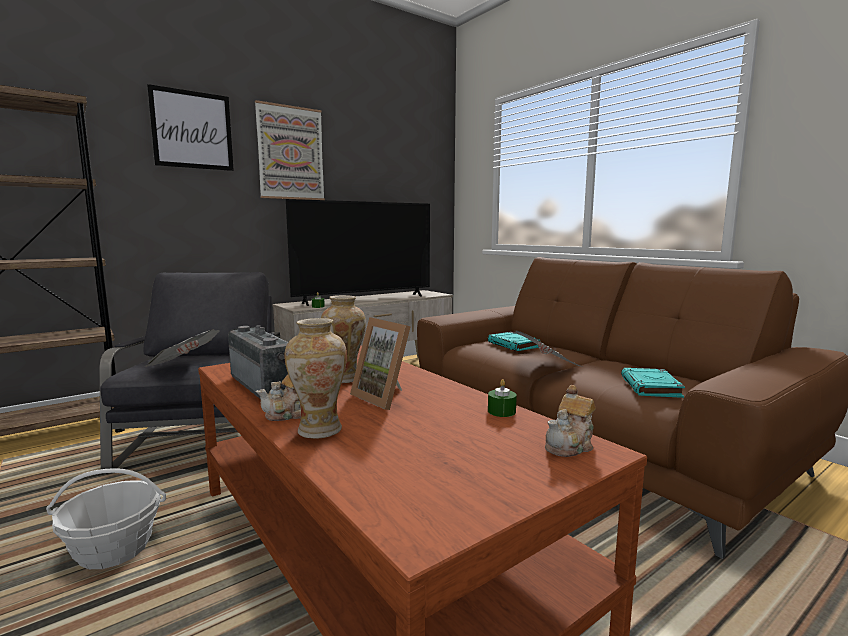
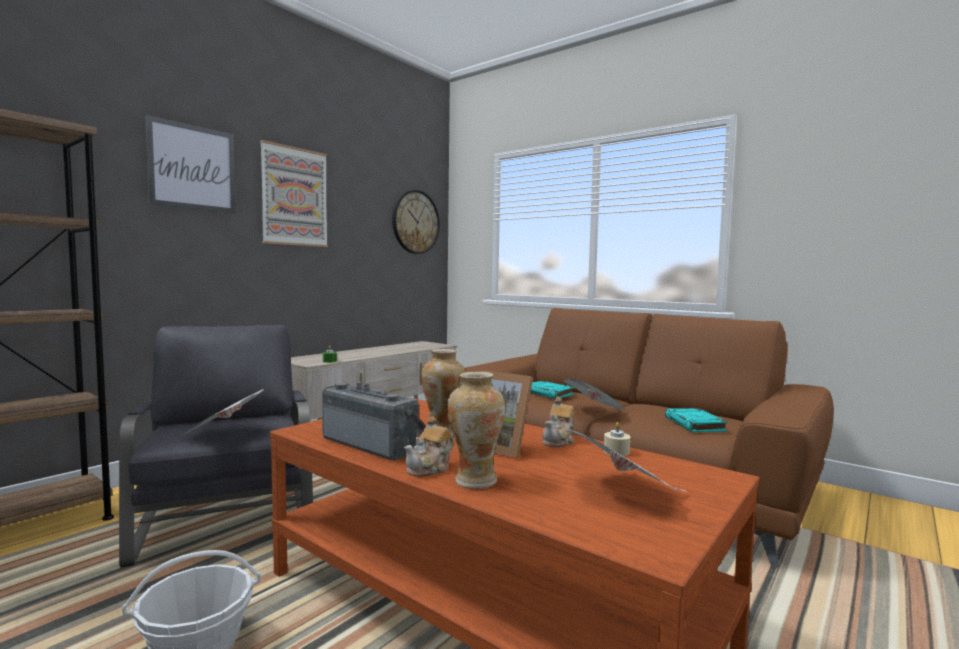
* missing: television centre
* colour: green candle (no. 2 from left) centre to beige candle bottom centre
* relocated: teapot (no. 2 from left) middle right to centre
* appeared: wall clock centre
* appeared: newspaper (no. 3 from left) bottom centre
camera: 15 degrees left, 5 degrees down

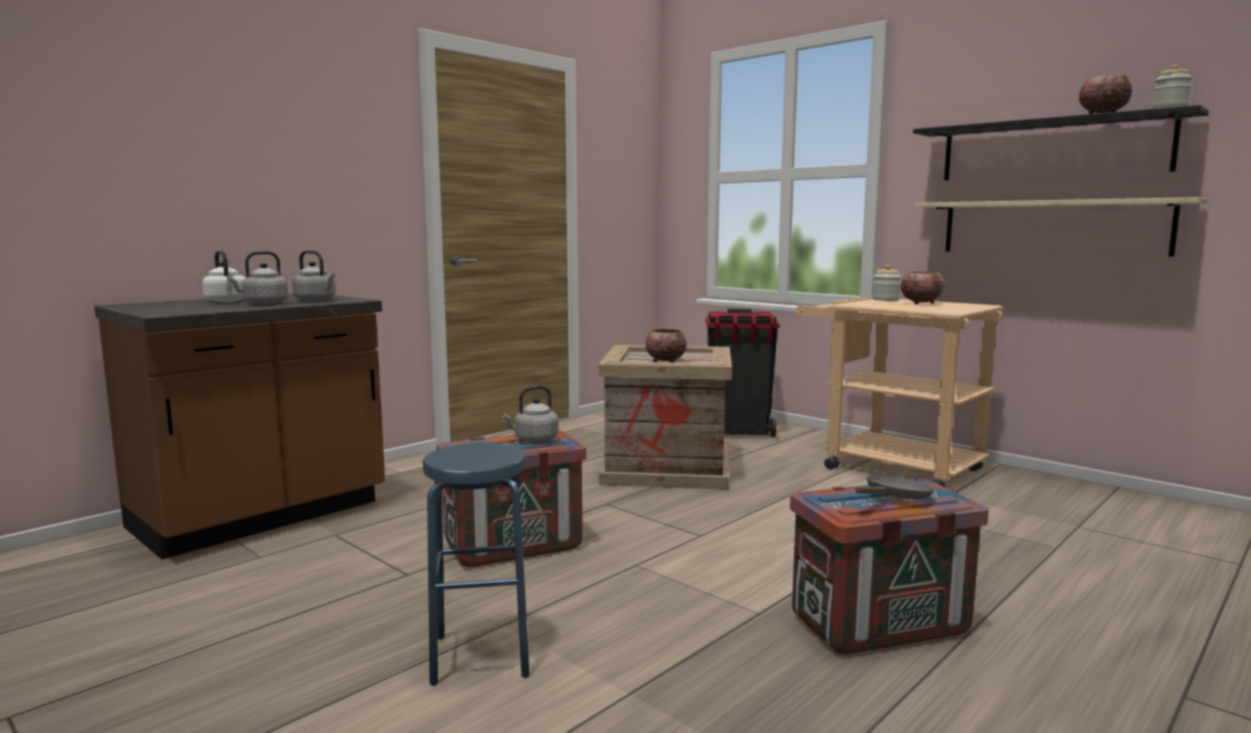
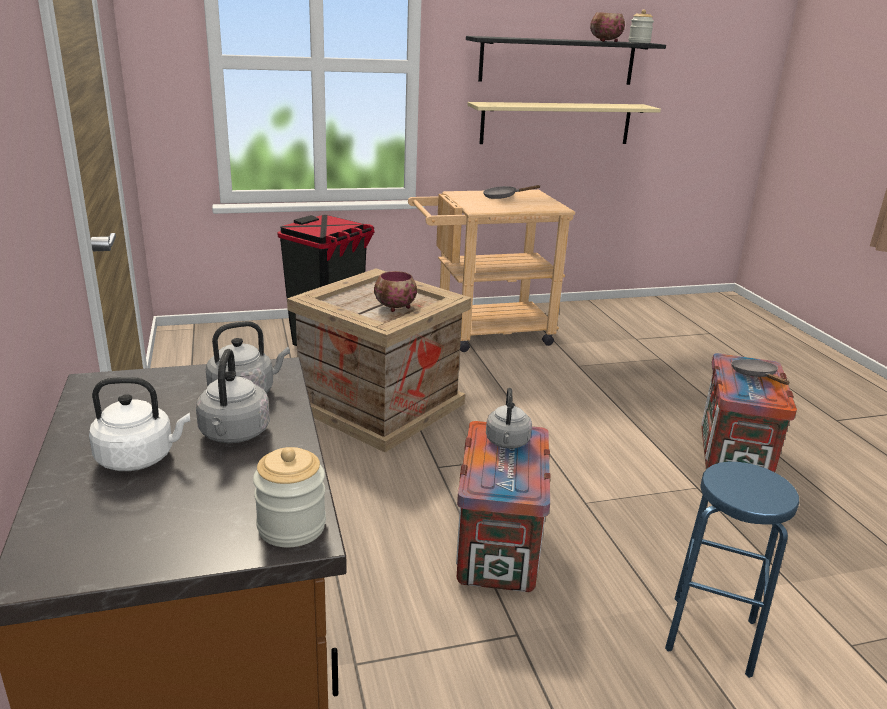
* relocated: jar (no. 1 from left) middle right to bottom left
* exchanged: bowl (no. 2 from left) middle right to grey frying pan (no. 1 from left) top centre
camera: 60 degrees left, 15 degrees up

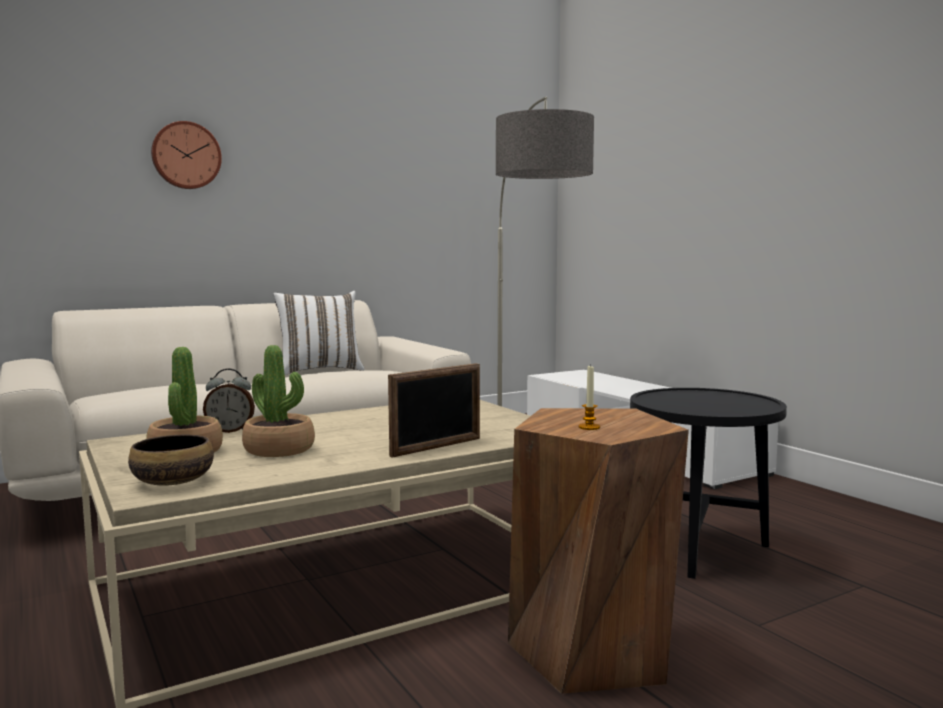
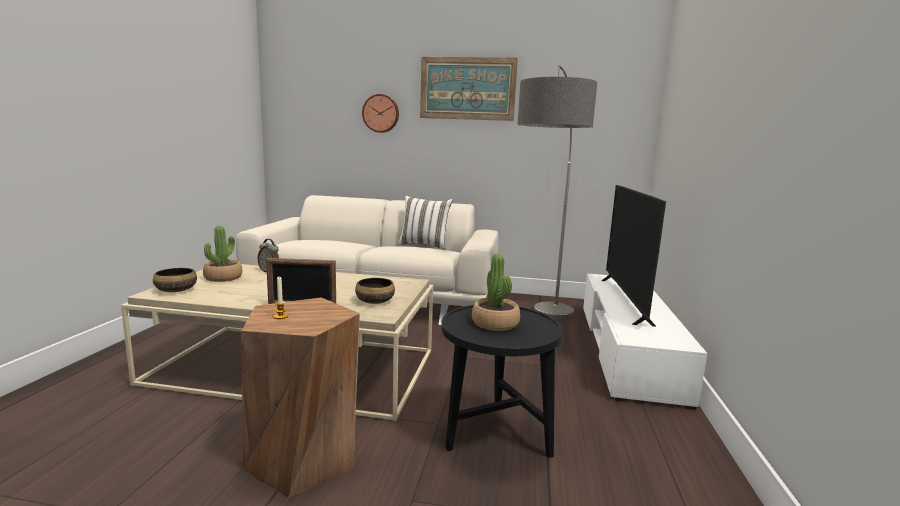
* relocated: potted plant (no. 2 from left) middle left to centre
* appeared: bowl (no. 2 from left) centre
* appeared: picture top centre
* appeared: television middle right
camera: 40 degrees right, 5 degrees up

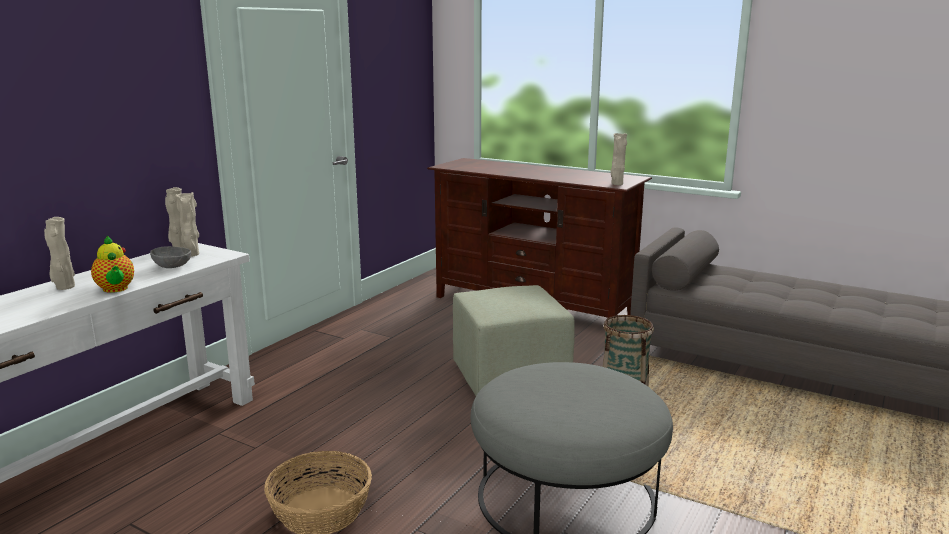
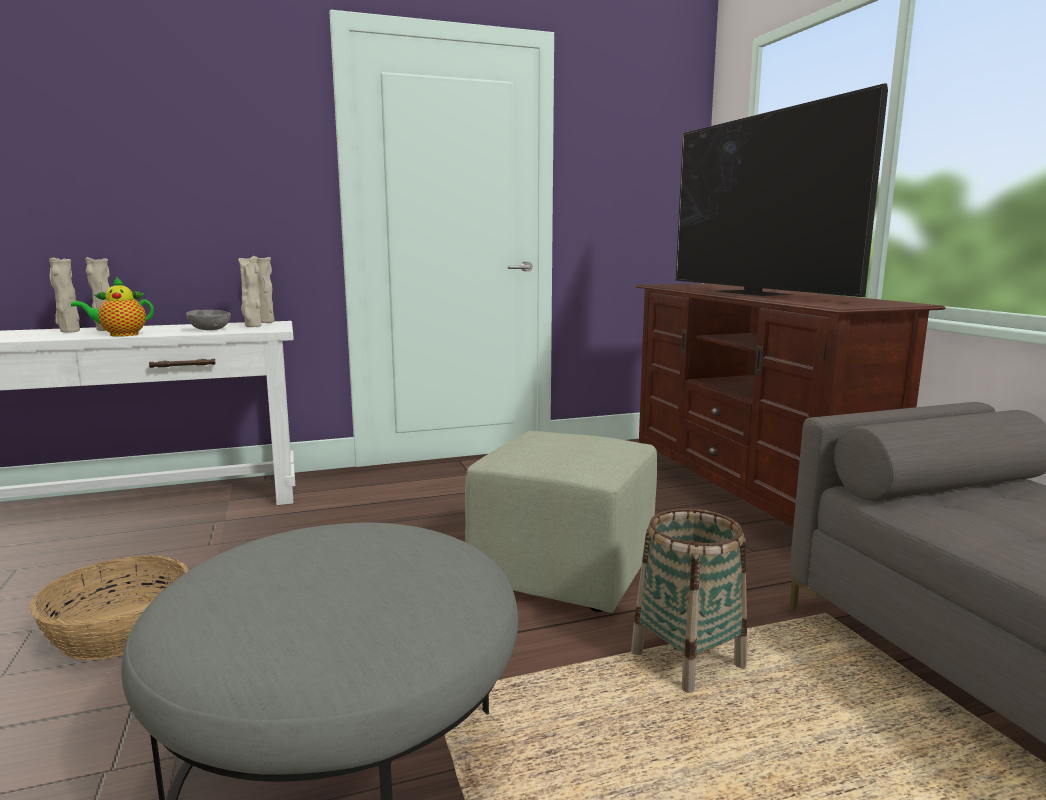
* spun: teapot middle left = middle left 60 degrees clockwise
* relocated: beige vase (no. 4 from left in the first image) top centre to beige vase (no. 1 from left) middle left
* appeared: television top right
camera: 40 degrees right, 5 degrees down

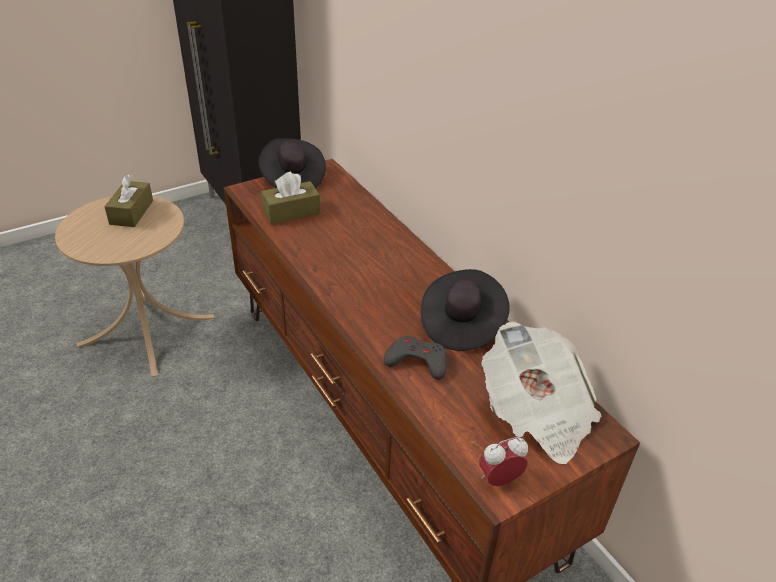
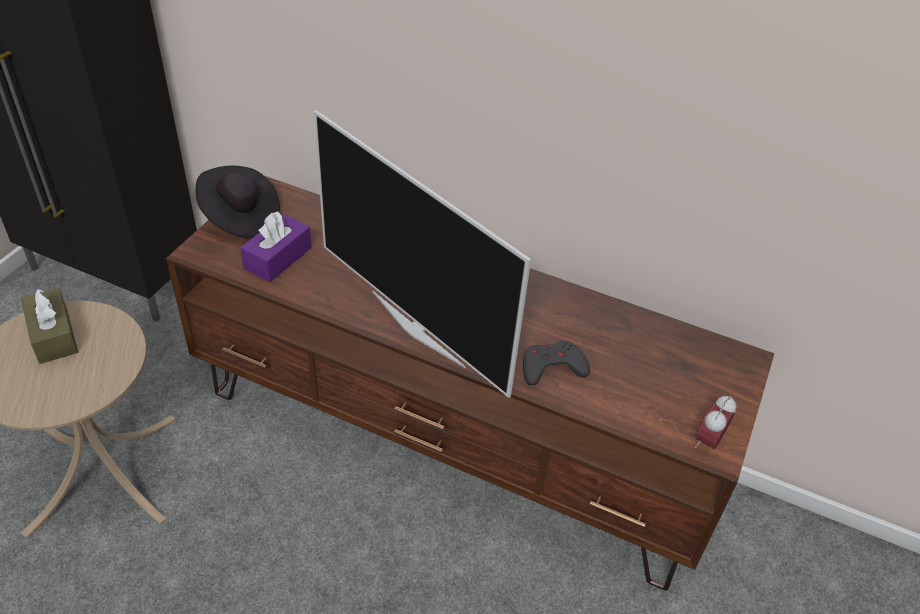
* colour: brown tissue box (no. 2 from left) centre to purple tissue box middle left
* missing: black hat (no. 2 from left) centre
* missing: newspaper bottom right
* appeared: television centre
camera: 35 degrees left, 5 degrees up

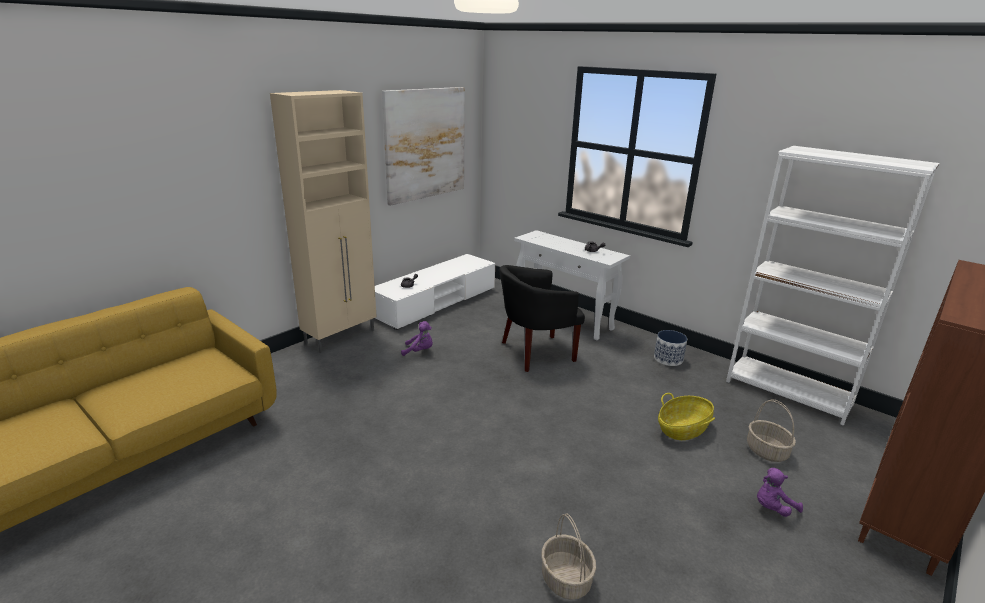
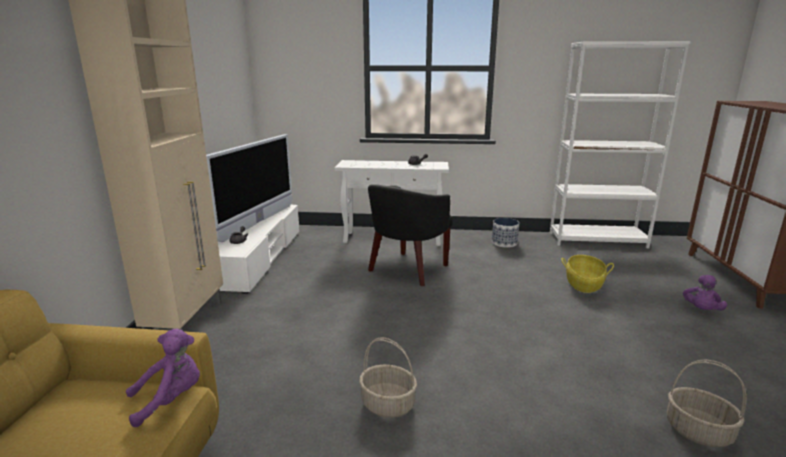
* missing: picture top centre
* relocated: purple plush toy (no. 1 from left) centre to bottom left
* relocated: basket (no. 3 from left in the first image) bottom right to basket (no. 1 from left) bottom centre
* appeared: television middle left
camera: 35 degrees left, 5 degrees down

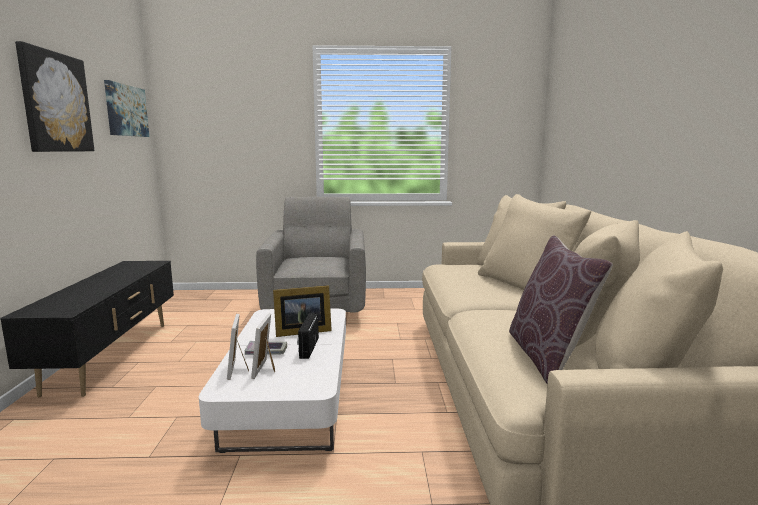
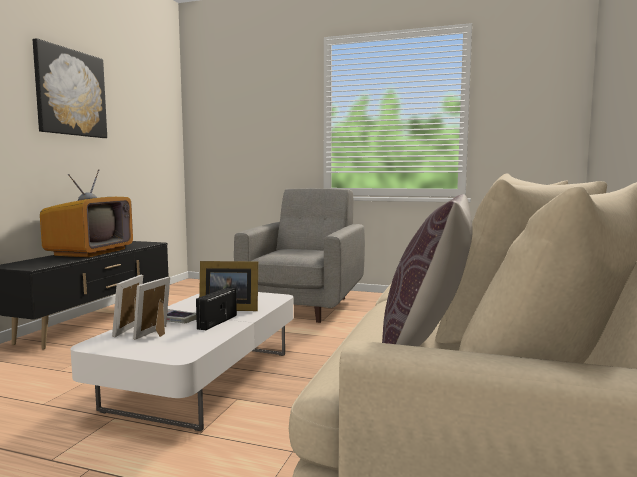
* missing: picture (no. 2 from left) top left
* appeared: television middle left
camera: 20 degrees right, 5 degrees down

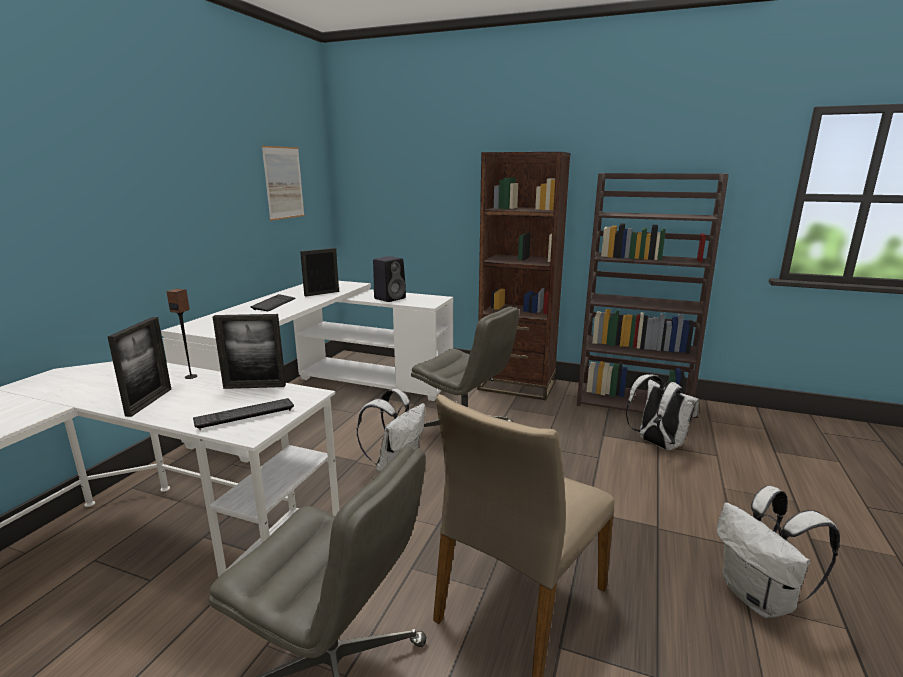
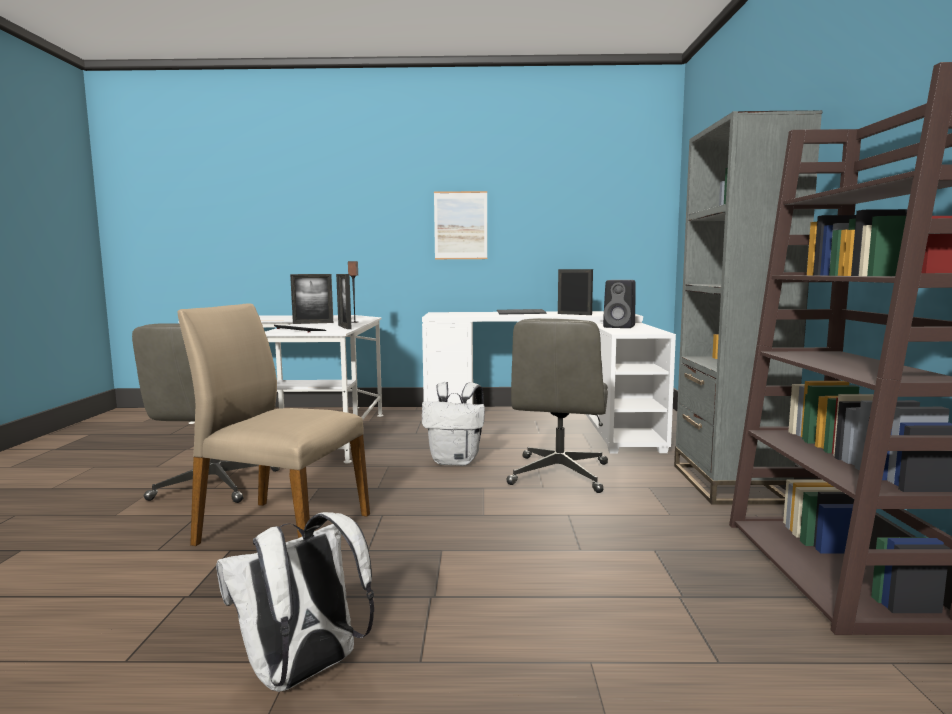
* relocated: picture top left to top centre
* colour: brown bookcase (no. 1 from left) centre to grey bookcase middle right
* missing: white backpack (no. 2 from left) middle right
camera: 70 degrees right, 10 degrees down

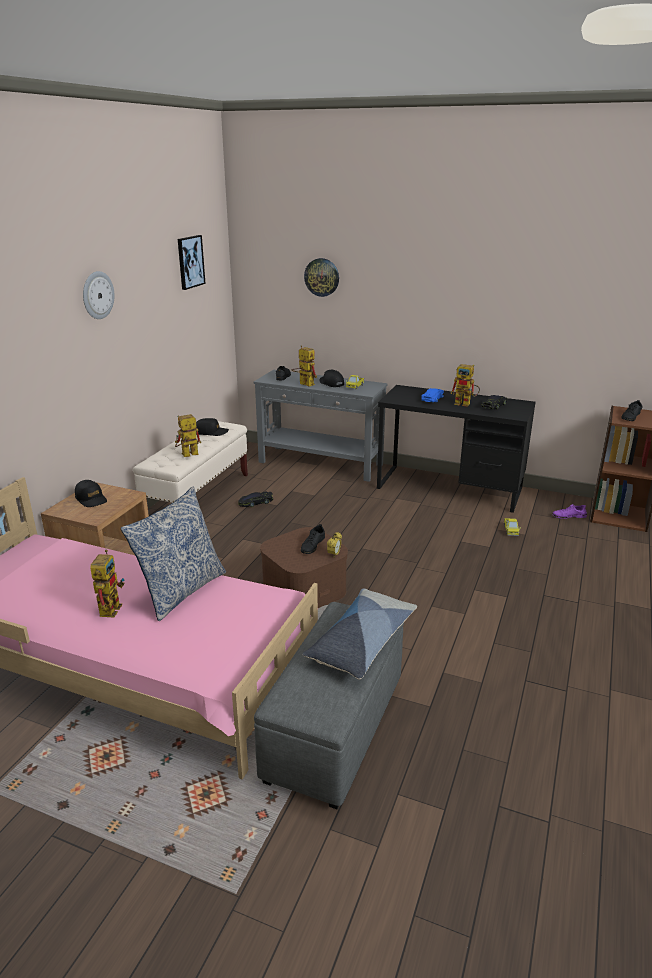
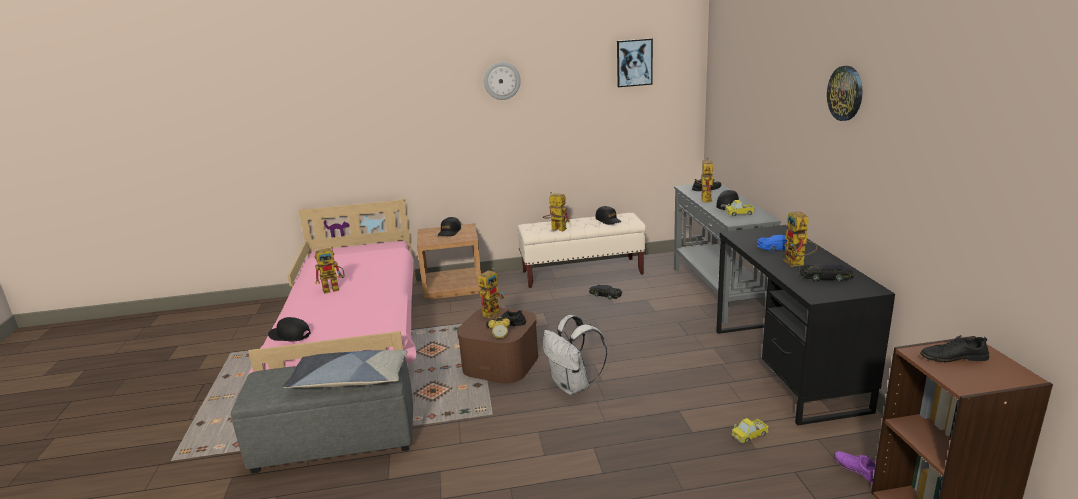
* missing: pillow (no. 1 from left) middle left
* relocated: wall clock (no. 2 from left) top centre to top right
* appeared: black cap (no. 1 from left) middle left
* appeared: toy robot (no. 2 from left) centre
* appeared: white backpack bottom centre
camera: 60 degrees right, 5 degrees down

